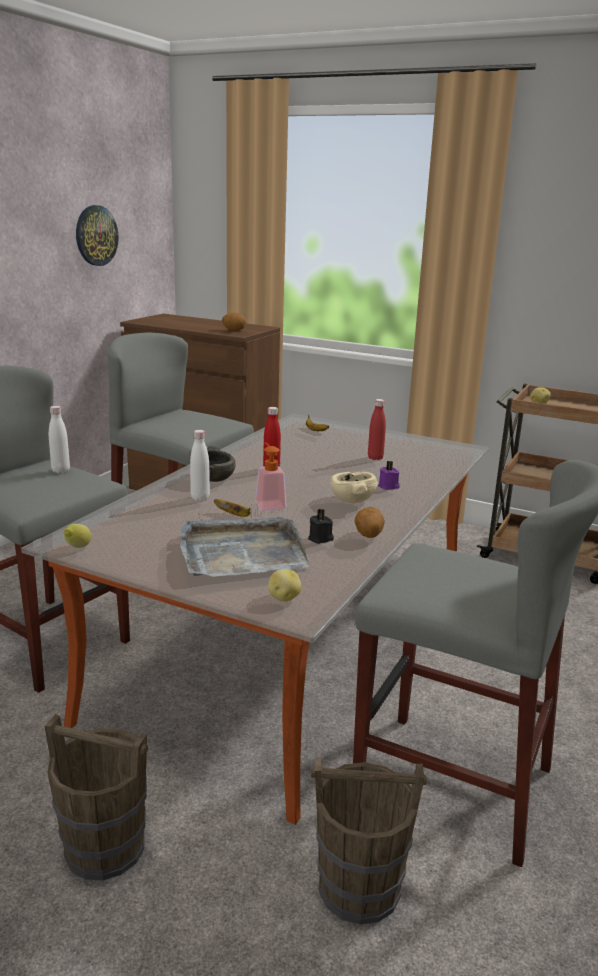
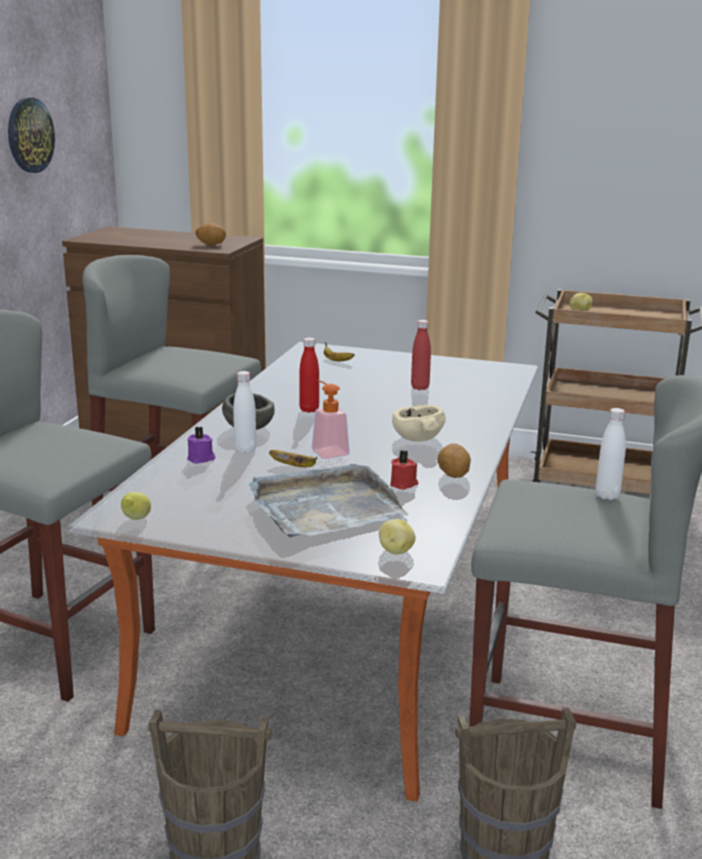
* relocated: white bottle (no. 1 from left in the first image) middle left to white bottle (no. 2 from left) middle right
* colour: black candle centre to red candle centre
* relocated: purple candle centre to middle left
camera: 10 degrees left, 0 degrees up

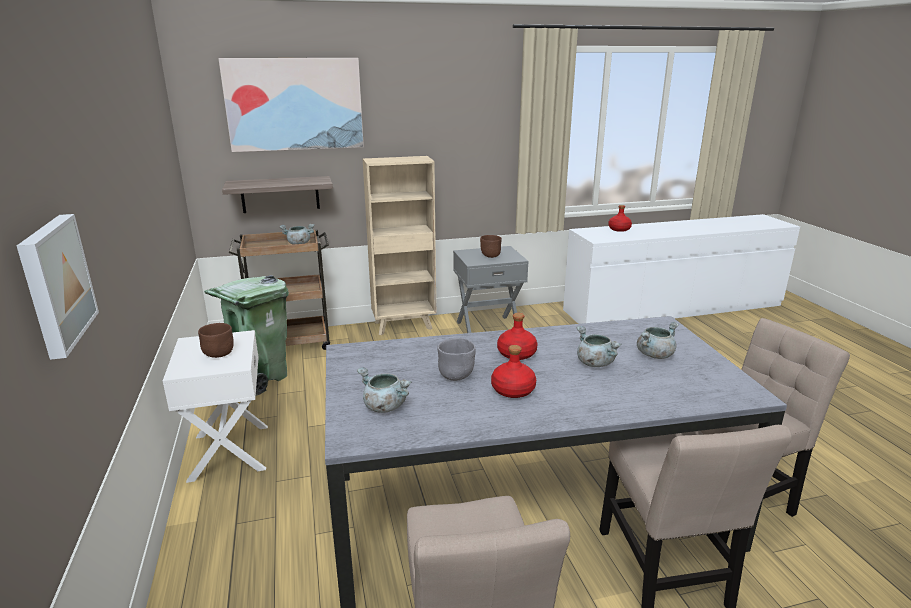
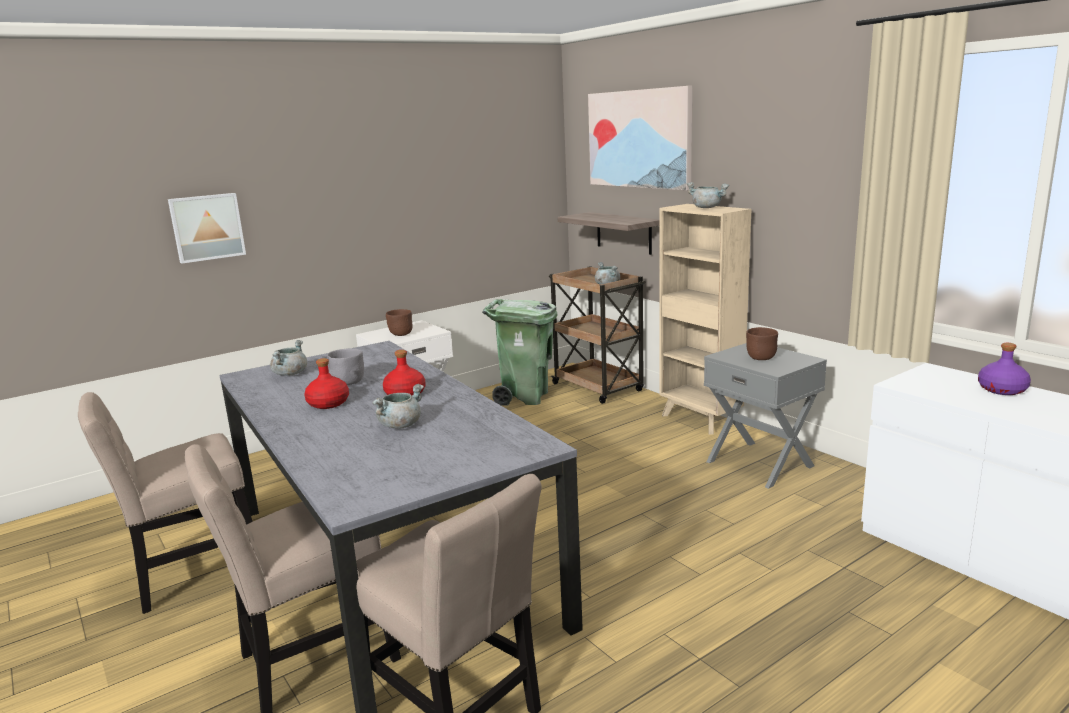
* colour: red bottle (no. 3 from left) middle right to purple bottle middle right
* relocated: grey cooking pot (no. 4 from left) middle right to top centre
camera: 70 degrees right, 5 degrees down

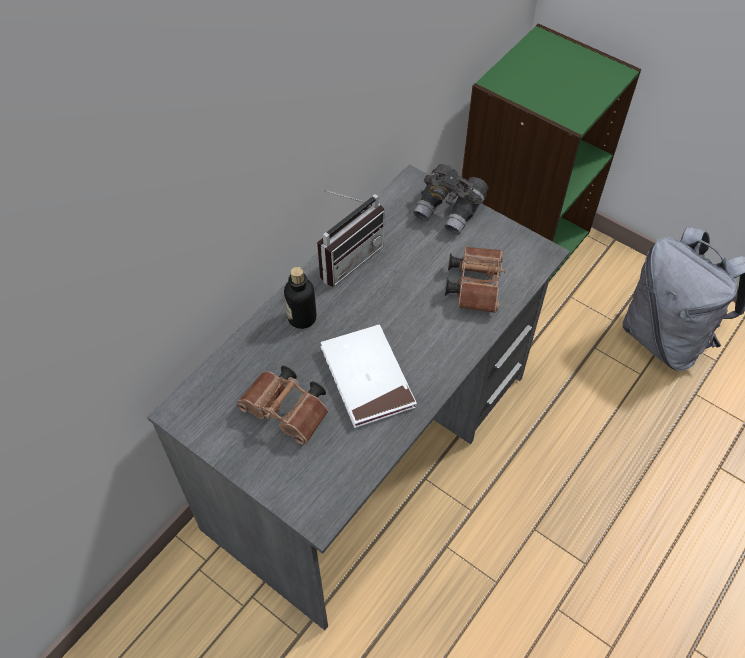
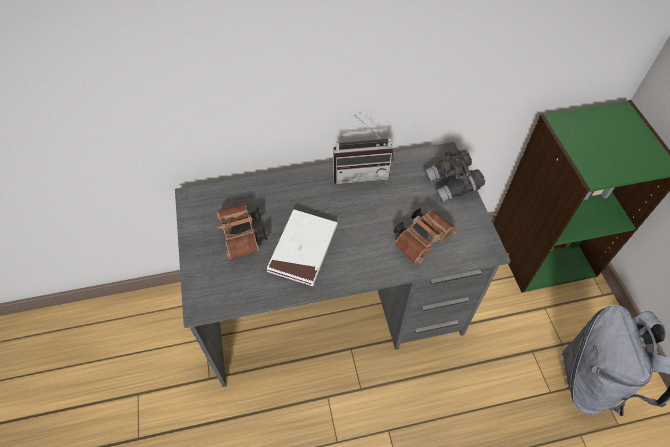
* missing: bottle centre
camera: 40 degrees right, 0 degrees up

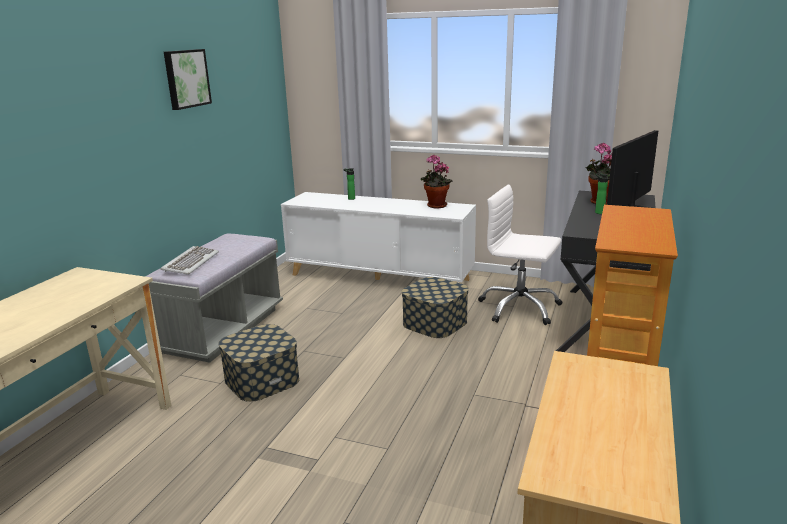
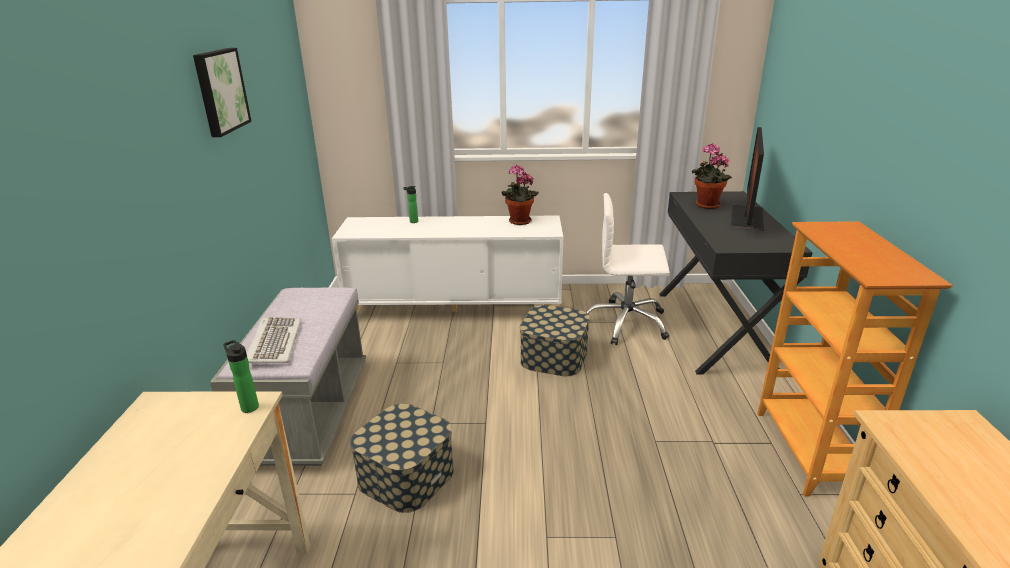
* relocated: bottle (no. 2 from left in the first image) middle right to bottle (no. 1 from left) middle left
camera: 20 degrees left, 5 degrees up

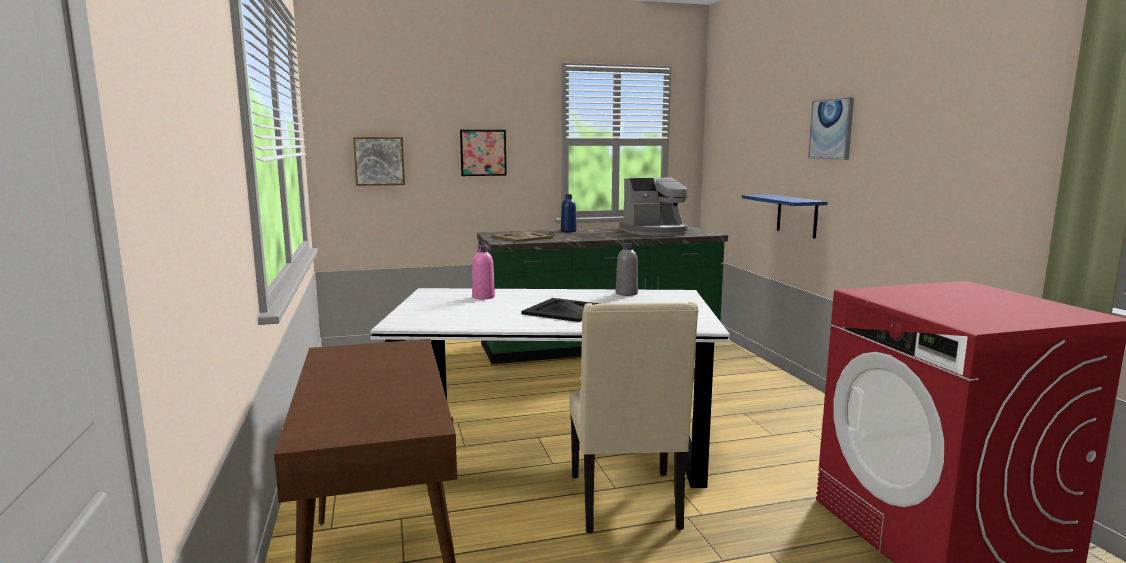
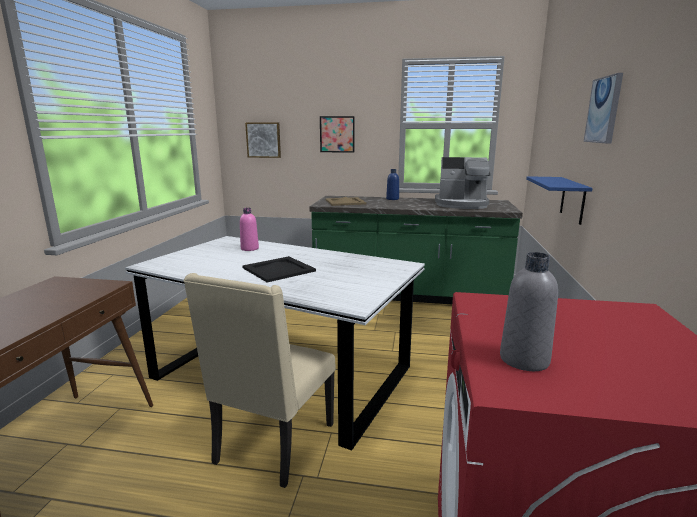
* relocated: grey bottle centre to middle right
camera: 25 degrees right, 5 degrees up

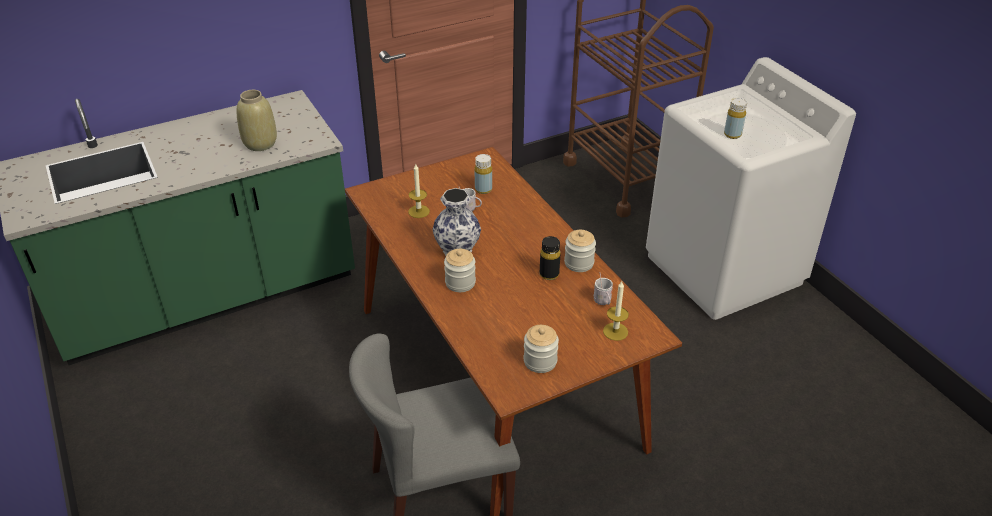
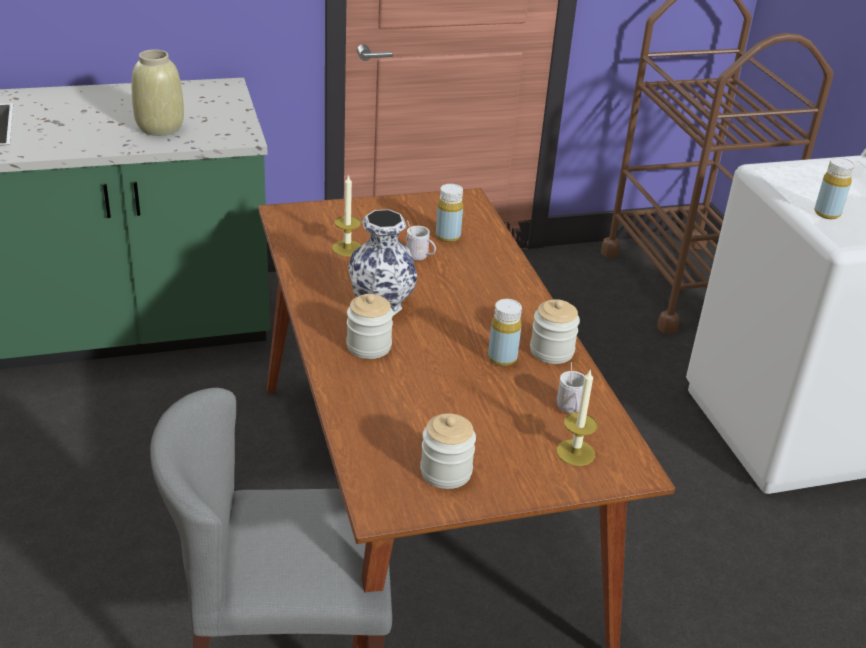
* colour: black bottle centre to yellow bottle (no. 2 from left) centre
camera: 10 degrees right, 5 degrees down

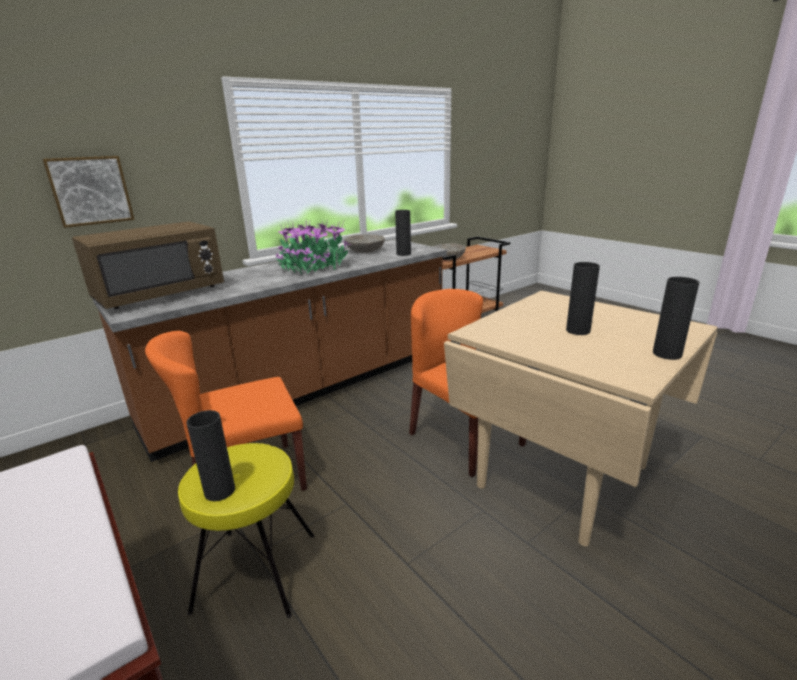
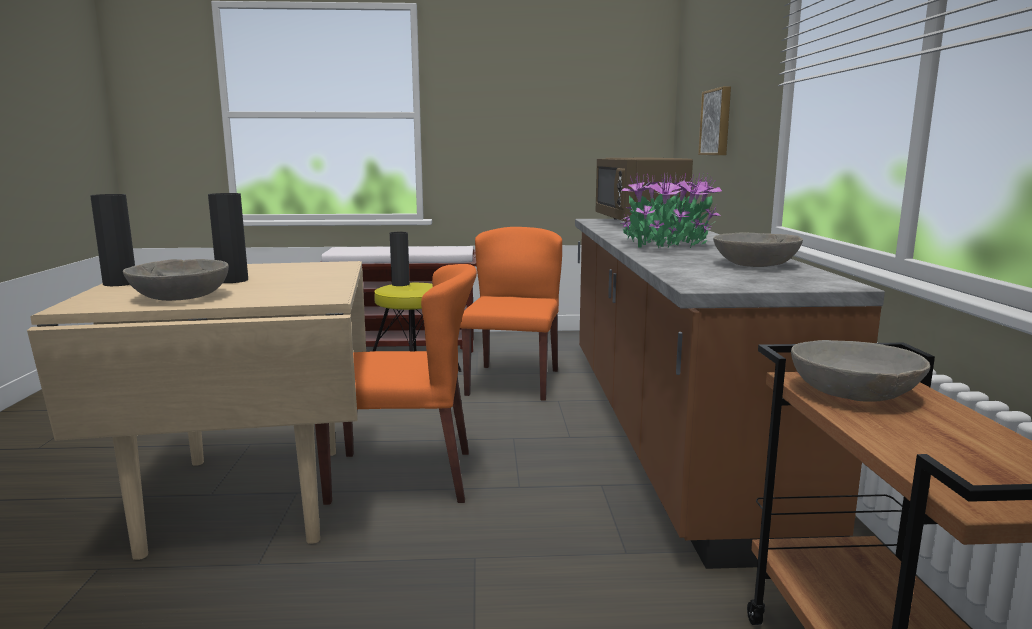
* missing: black vase (no. 2 from left) centre
* appeared: grey bowl (no. 1 from left) middle left
camera: 125 degrees right, 10 degrees down

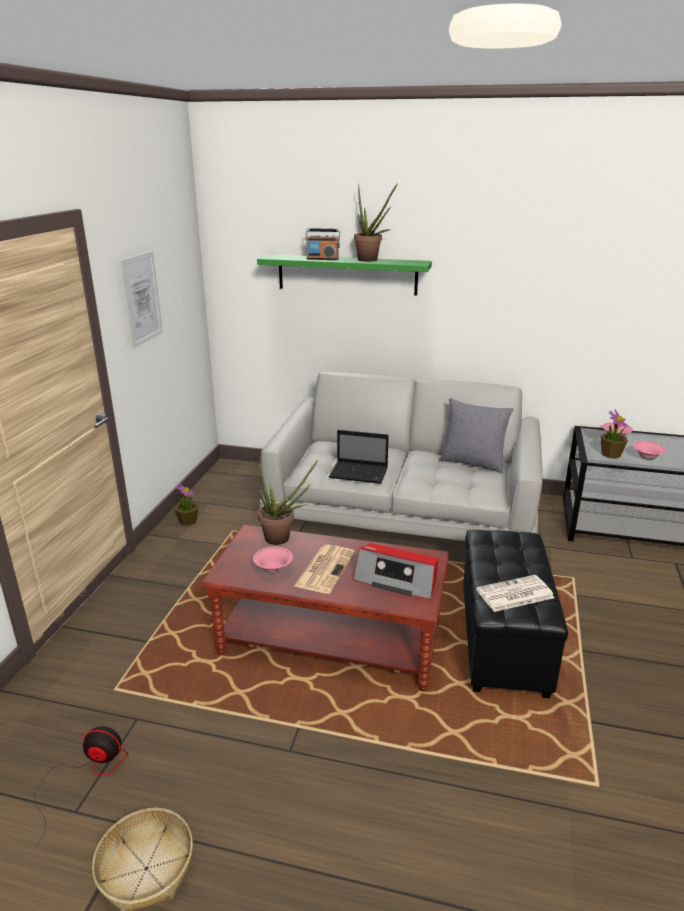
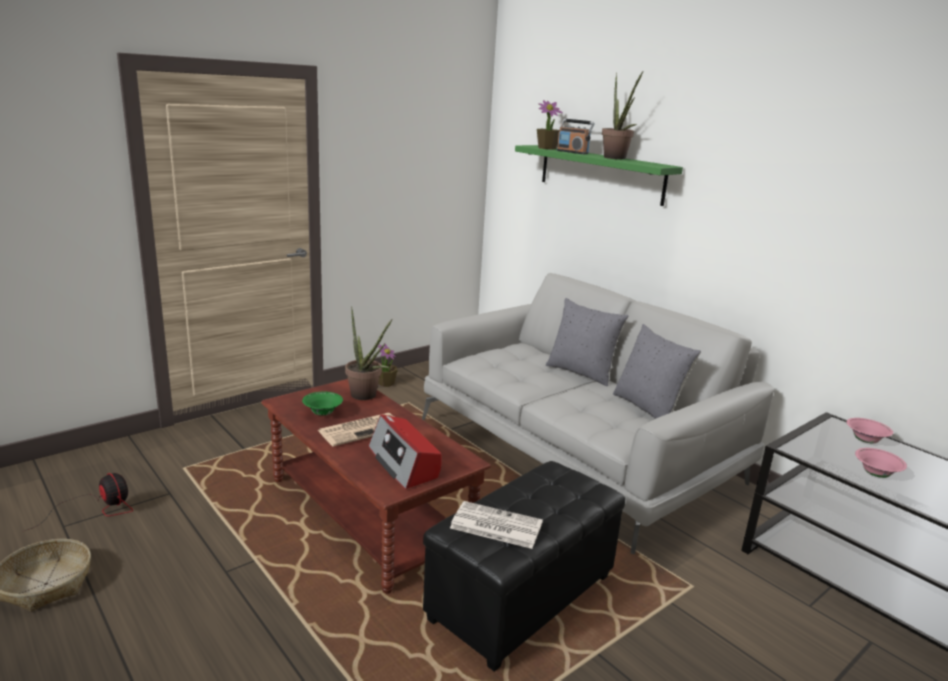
* missing: picture top left
* colour: pink bowl (no. 1 from left) centre to green bowl centre
* missing: laptop centre
* relocated: potted plant (no. 4 from left in the first image) middle right to potted plant (no. 3 from left) top centre
* appeared: grey pillow (no. 1 from left) centre
camera: 35 degrees right, 5 degrees down

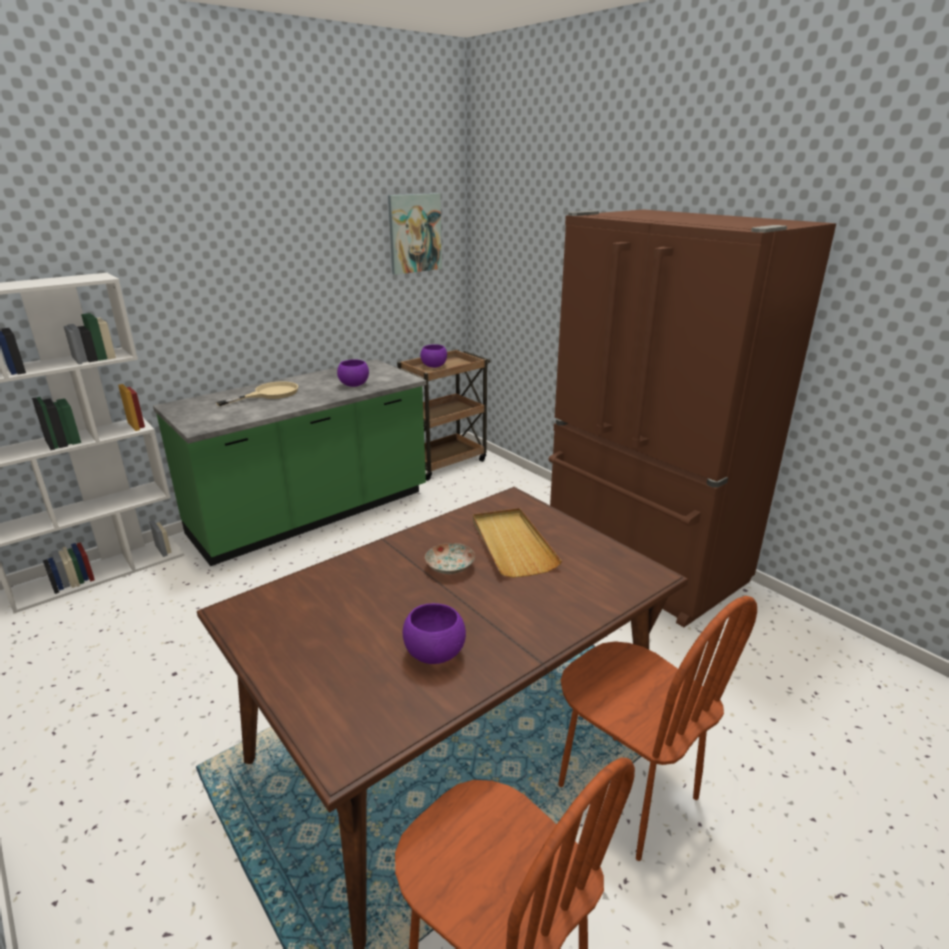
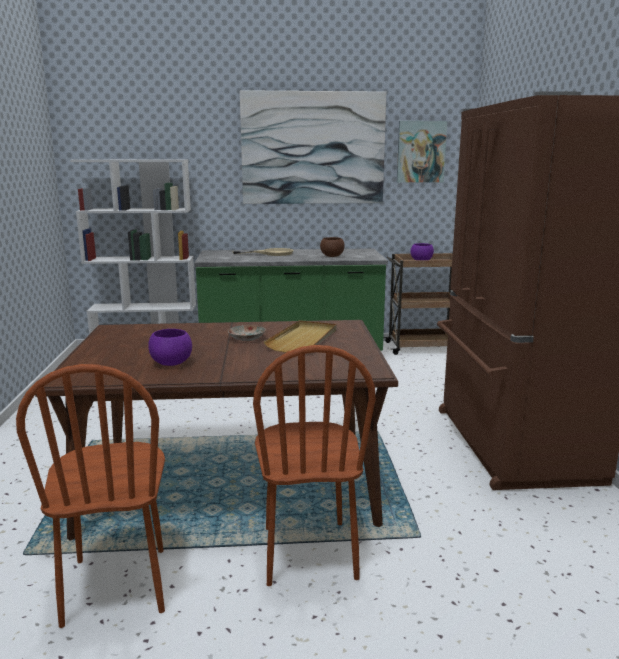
* colour: purple bowl (no. 1 from left) centre to brown bowl centre
* appeared: picture (no. 1 from left) top centre
camera: 35 degrees right, 10 degrees down

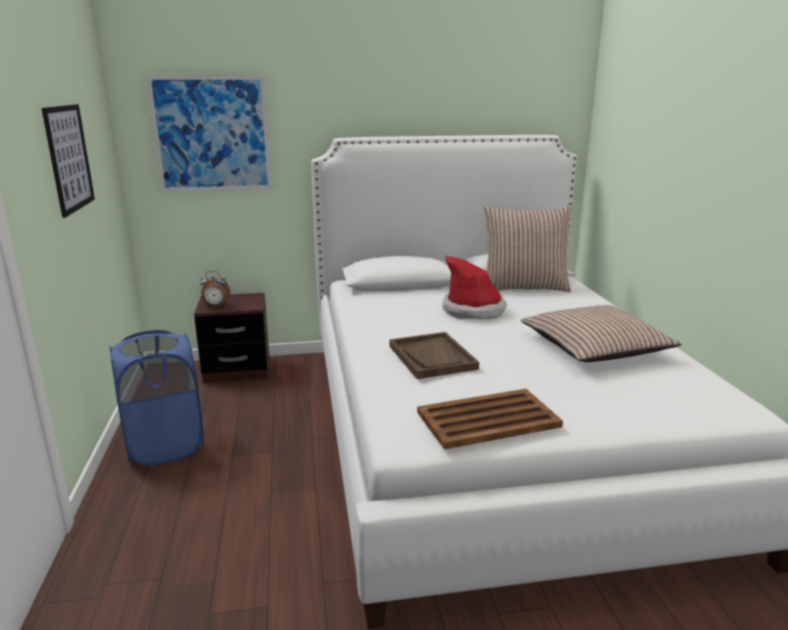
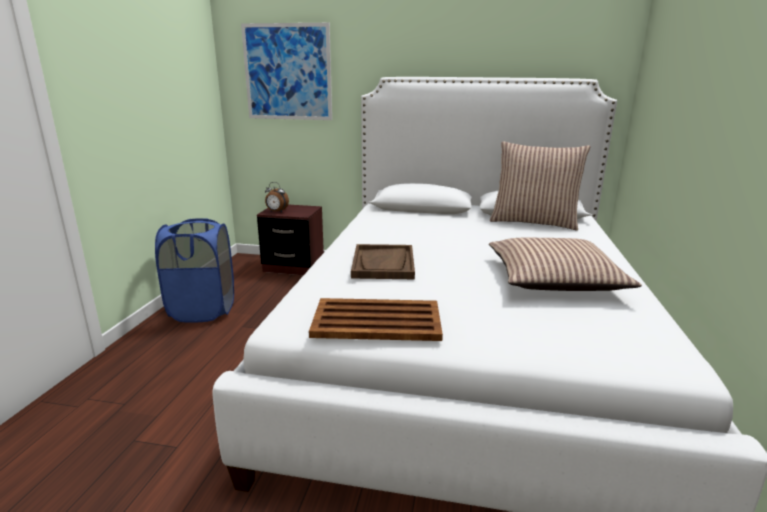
* missing: picture (no. 1 from left) top left
* missing: hat centre
camera: 20 degrees right, 0 degrees up

